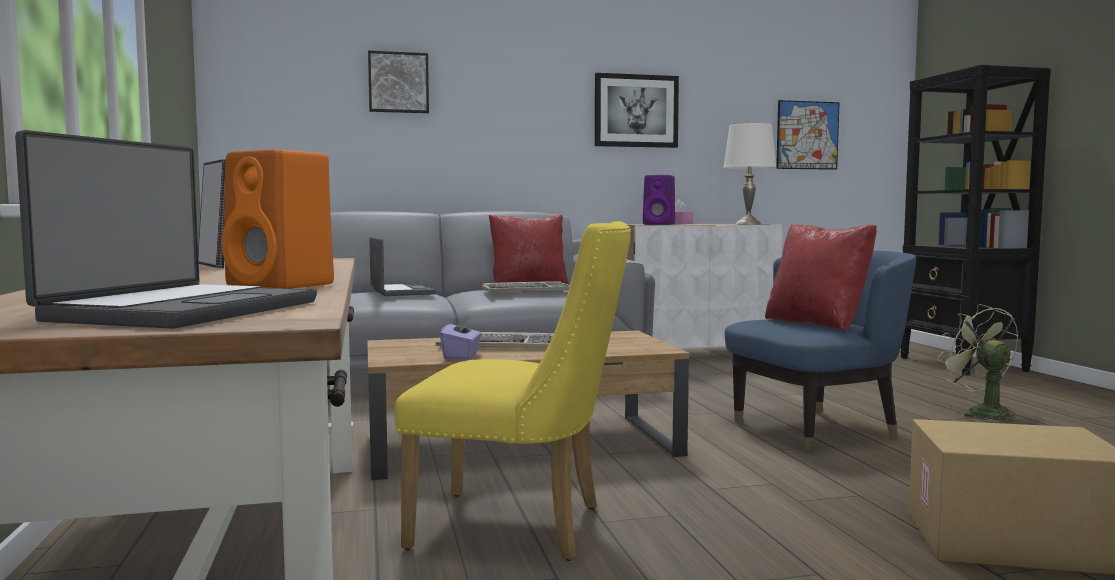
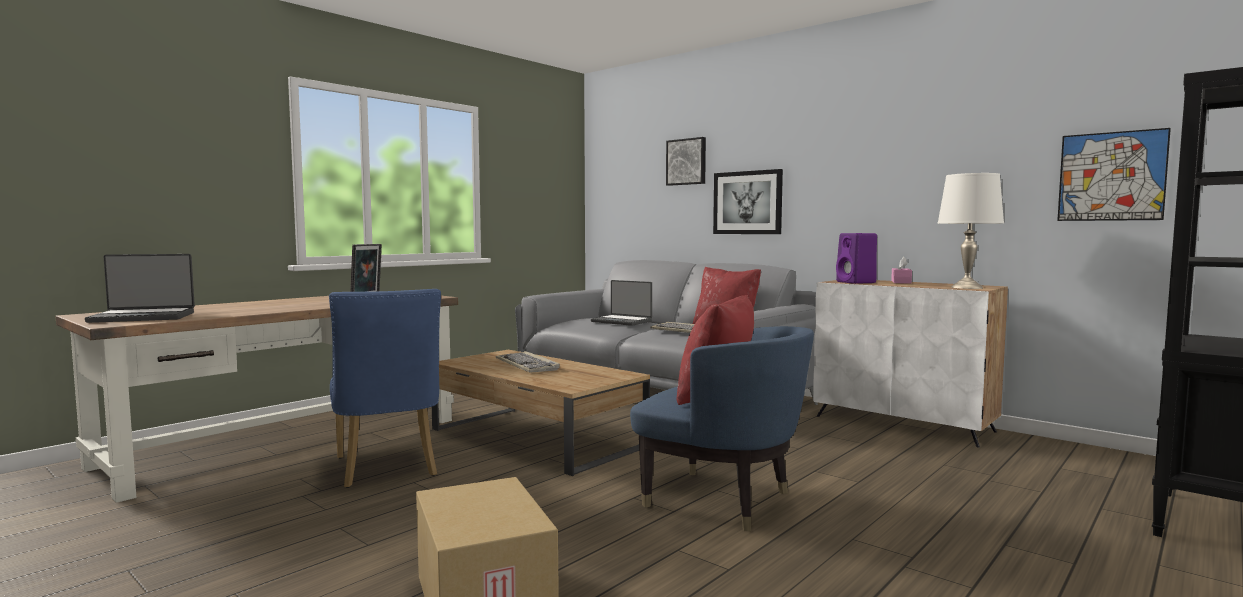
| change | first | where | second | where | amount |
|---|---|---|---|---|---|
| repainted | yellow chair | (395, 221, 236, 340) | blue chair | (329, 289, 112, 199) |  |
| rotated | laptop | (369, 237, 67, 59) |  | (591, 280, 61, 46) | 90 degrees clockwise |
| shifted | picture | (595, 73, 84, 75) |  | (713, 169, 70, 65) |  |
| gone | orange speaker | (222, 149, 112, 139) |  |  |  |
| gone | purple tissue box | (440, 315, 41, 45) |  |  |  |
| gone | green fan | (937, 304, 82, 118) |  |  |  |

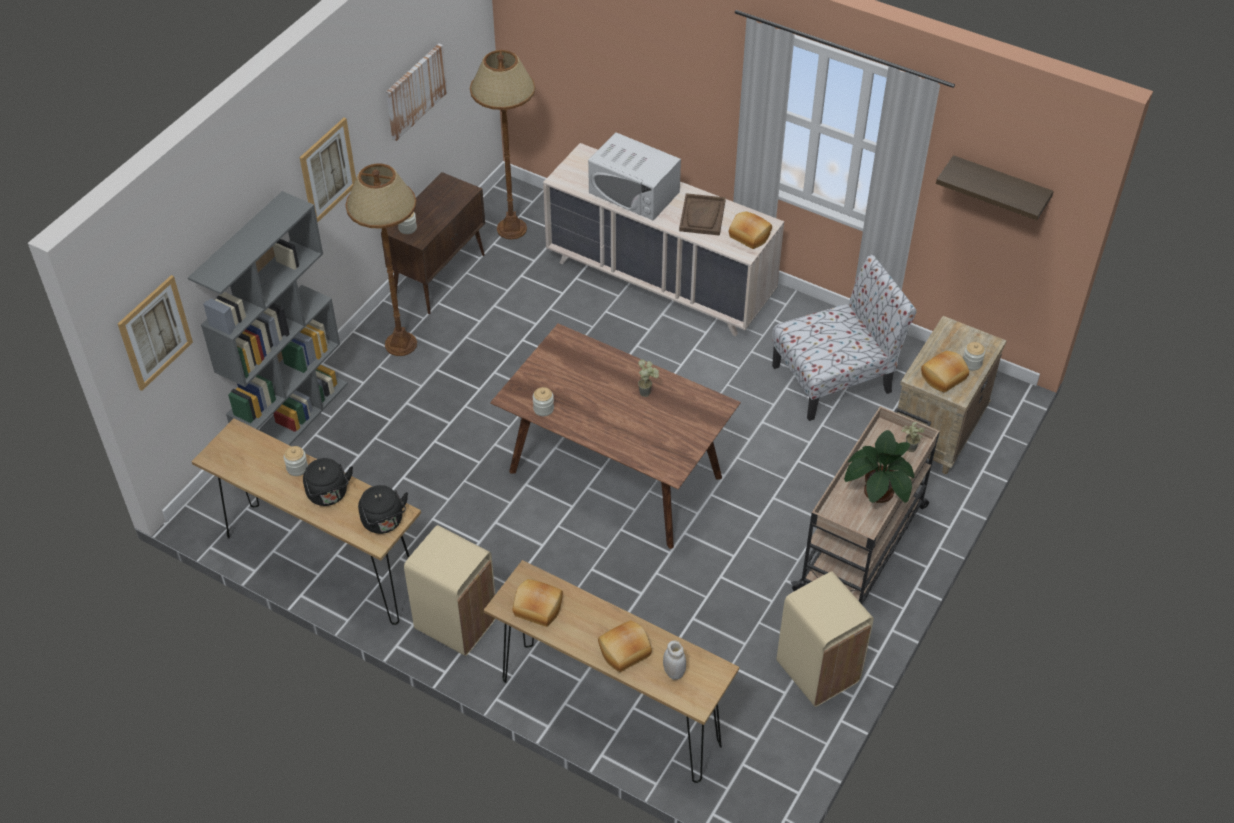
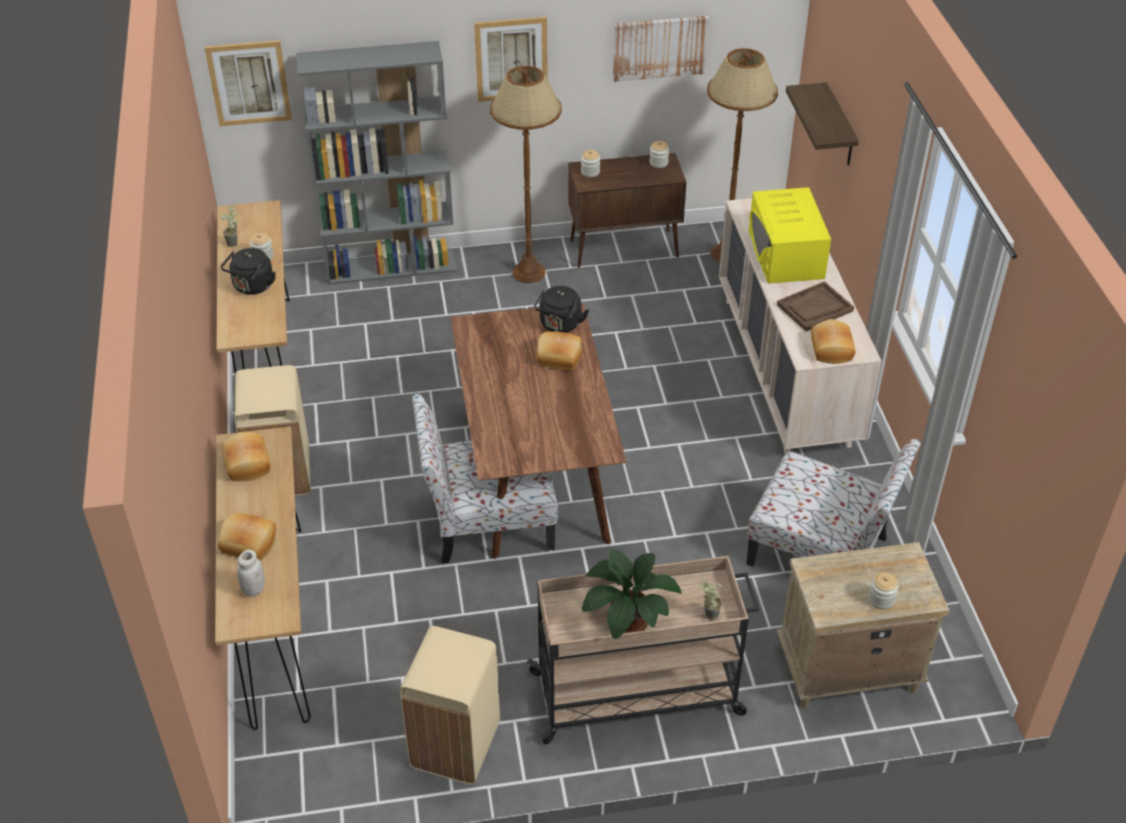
| change | first | where | second | where | amount |
|---|---|---|---|---|---|
| shifted | potted plant | (638, 360, 21, 37) |  | (221, 206, 17, 41) |  |
| new |  |  | chair | (412, 394, 146, 169) |  |
| shifted | black kettle | (358, 485, 50, 49) |  | (534, 286, 55, 47) |  |
| shifted | bread | (921, 351, 48, 42) |  | (537, 331, 45, 39) |  |
| shifted | jar | (533, 387, 21, 29) |  | (650, 141, 19, 27) |  |
| repainted | white microwave | (588, 133, 93, 88) | yellow microwave | (749, 187, 82, 97) |  |
| shifted | shelf | (936, 155, 118, 65) |  | (786, 82, 73, 83) |  |

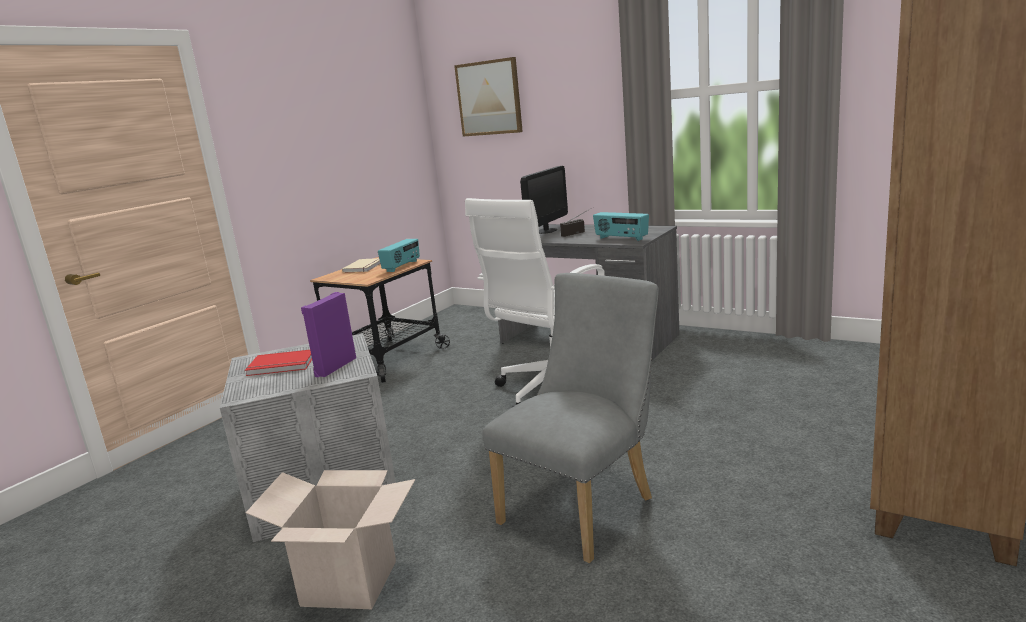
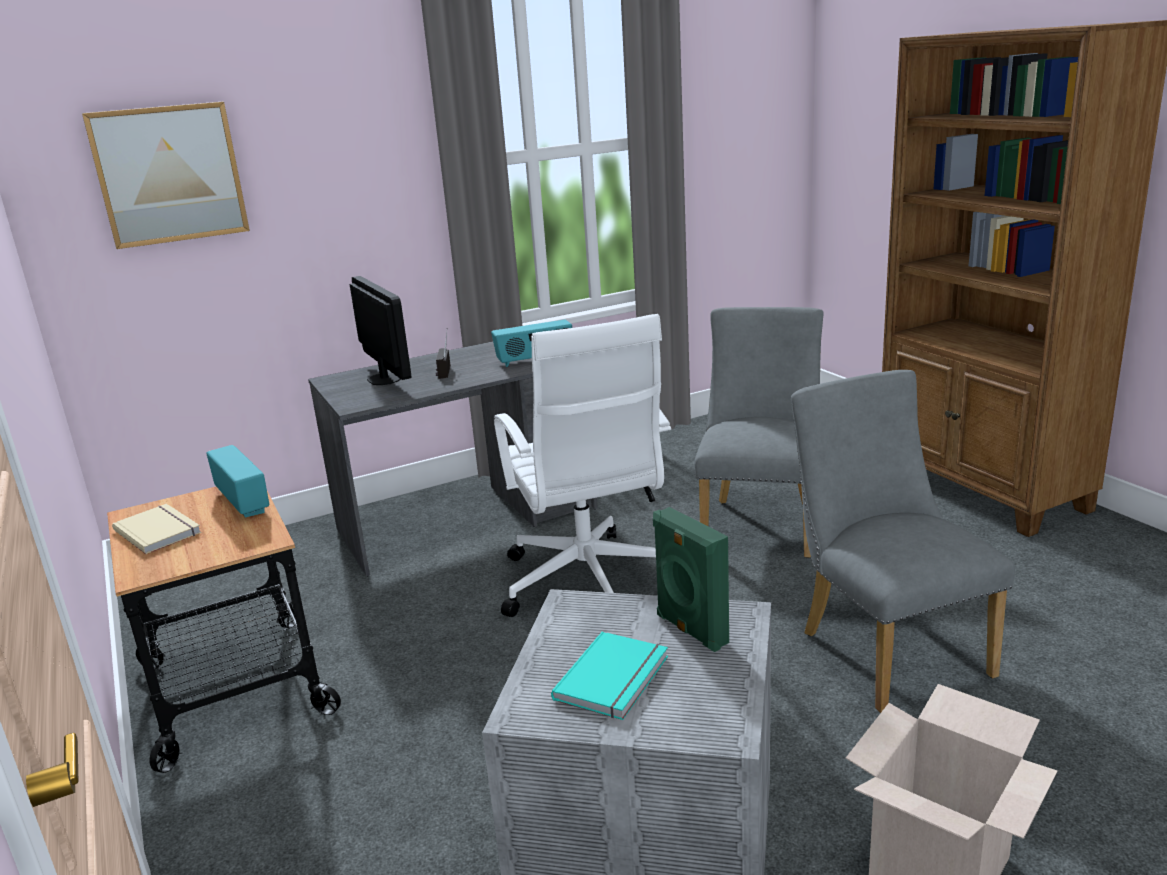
| change | first | where | second | where | amount |
|---|---|---|---|---|---|
| repainted | red book | (245, 350, 67, 26) | turquoise book | (551, 632, 117, 88) |  |
| repainted | purple speaker | (301, 292, 55, 85) | green speaker | (653, 507, 76, 145) |  |
| new |  |  | grey chair | (694, 307, 130, 251) |  |

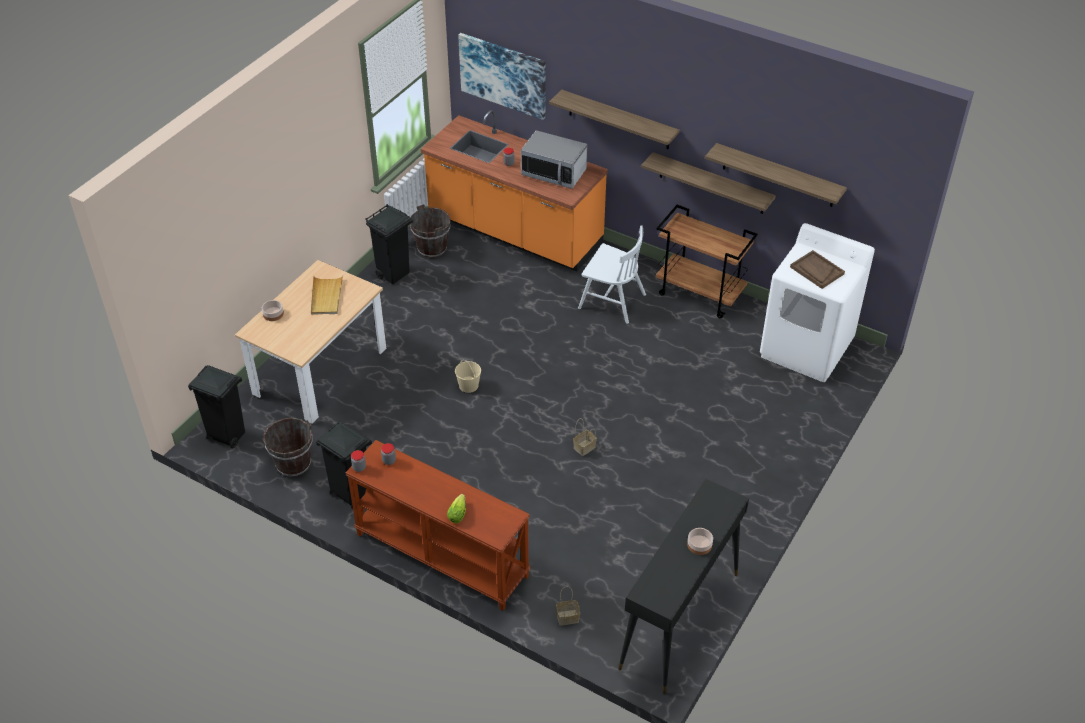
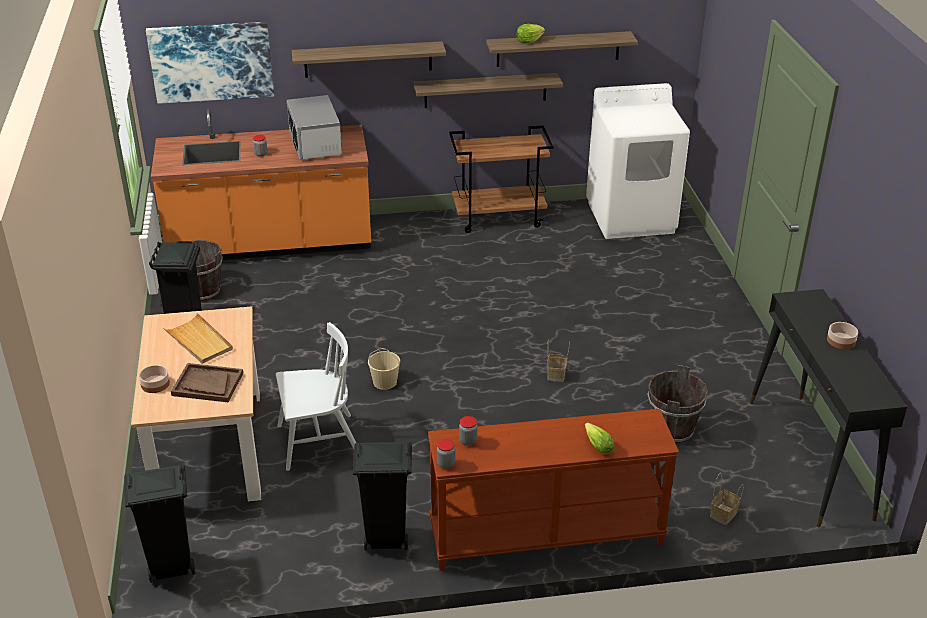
| change | first | where | second | where | amount |
|---|---|---|---|---|---|
| shifted | brown tray | (790, 250, 55, 39) |  | (171, 363, 72, 39) |  |
| shifted | white chair | (578, 225, 68, 99) |  | (276, 322, 80, 149) |  |
| rotated | microwave | (521, 130, 66, 59) |  | (287, 95, 55, 65) | 90 degrees clockwise |
| new |  |  | lettuce | (517, 24, 28, 20) |  |
| shifted | brown bucket | (262, 418, 50, 59) |  | (647, 365, 61, 78) |  |

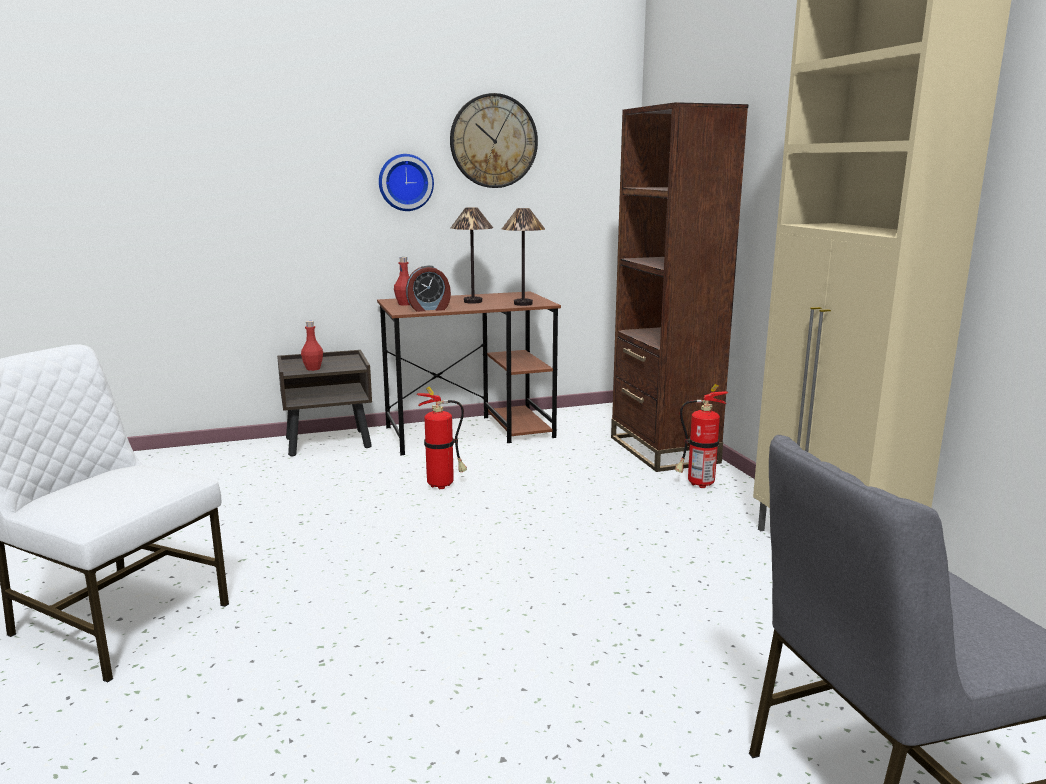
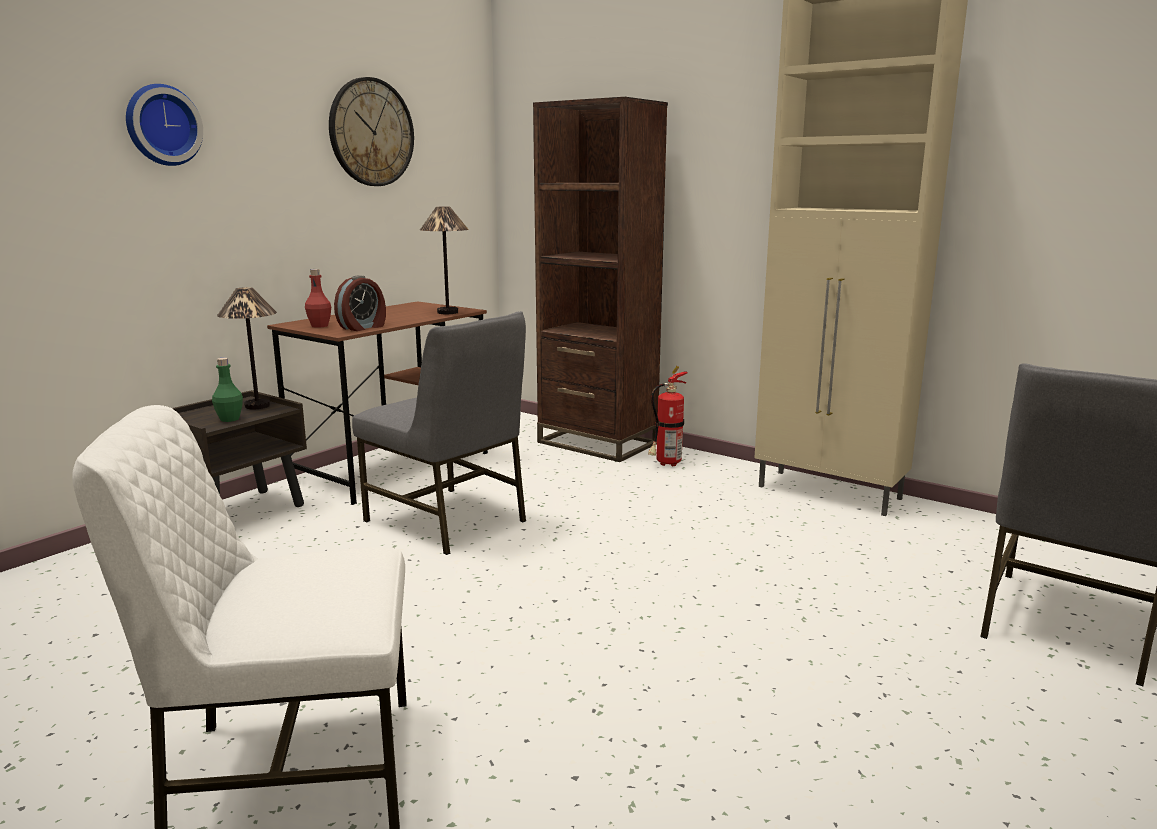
| change | first | where | second | where | amount |
|---|---|---|---|---|---|
| shifted | wall clock | (379, 154, 55, 57) |  | (126, 84, 77, 82) |  |
| repainted | red bottle | (301, 321, 22, 50) | green bottle | (212, 358, 31, 64) |  |
| shifted | table lamp | (451, 207, 42, 97) |  | (217, 287, 60, 122) |  |
| swapped | fire extinguisher | (417, 386, 50, 103) | grey chair | (352, 311, 174, 244) |  |

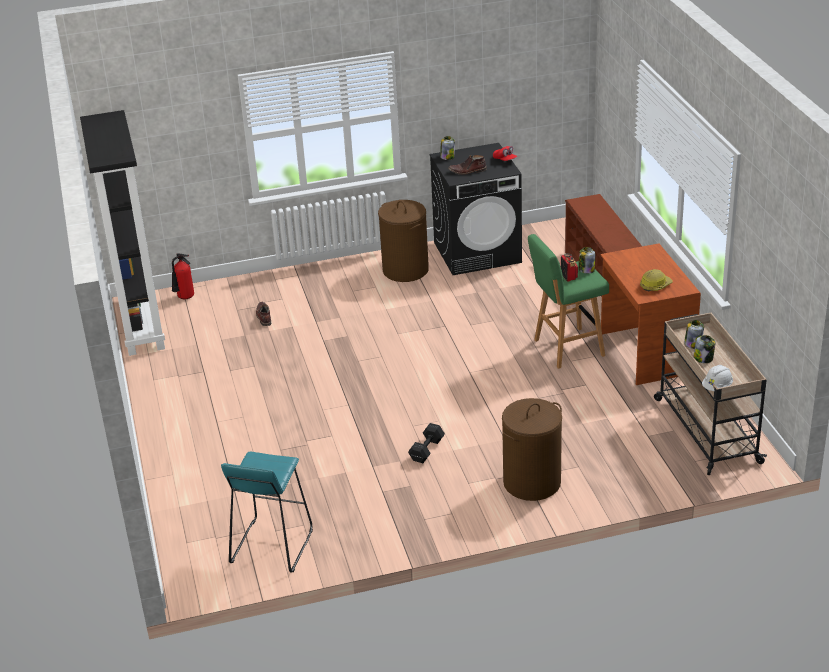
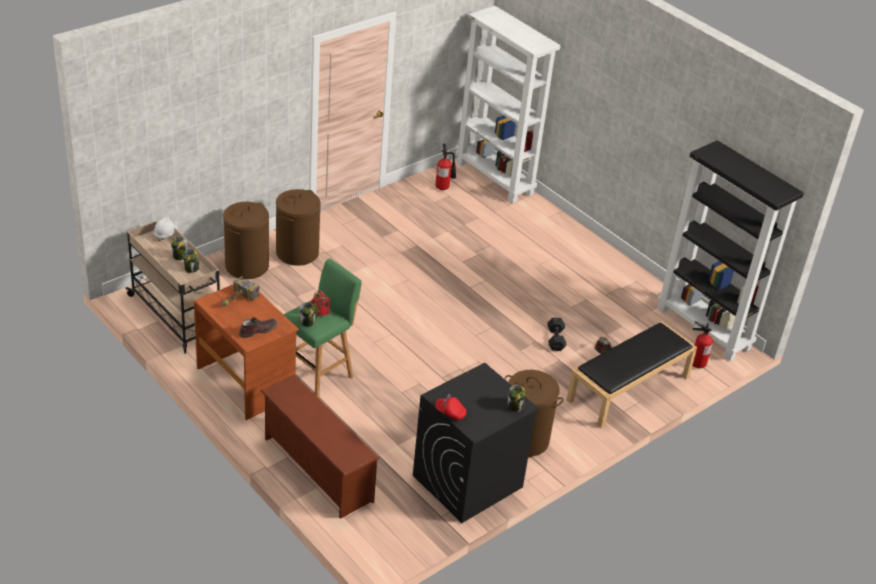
| change | first | where | second | where | amount |
|---|---|---|---|---|---|
| swapped | hard hat | (640, 269, 33, 22) | hammer | (221, 276, 39, 30) |  |
| new |  |  | brown laundry basket | (223, 202, 46, 77) |  |
| shifted | brown boot | (448, 155, 39, 20) |  | (239, 317, 39, 21) |  |
| swapped | turquoise stool | (221, 451, 92, 122) | fire extinguisher | (435, 144, 21, 46) |  |
| new |  |  | white bookcase | (456, 6, 104, 197) |  |
| shifted | black dumbbell | (408, 423, 37, 40) |  | (547, 317, 20, 34) |  |
| new |  |  | black bench | (567, 322, 130, 107) |  |

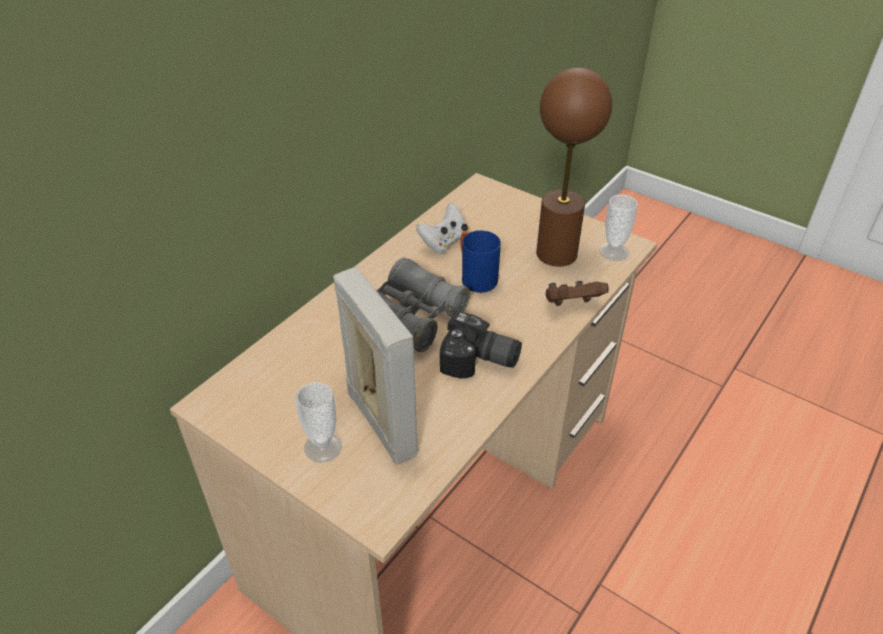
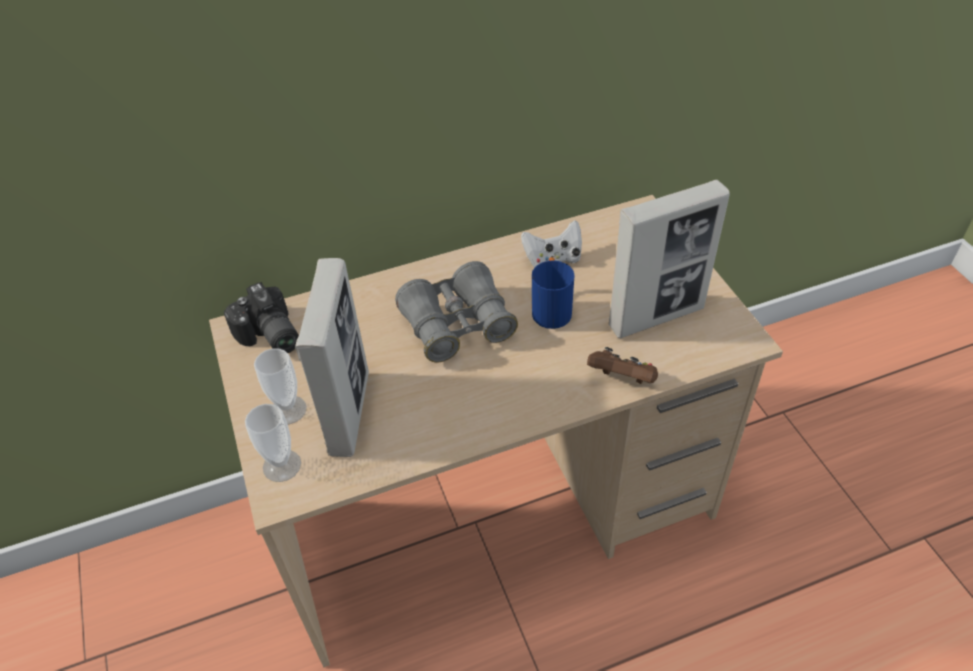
| change | first | where | second | where | amount |
|---|---|---|---|---|---|
| shifted | photo camera | (440, 313, 82, 66) |  | (224, 282, 75, 71) |  |
| shifted | cup | (599, 195, 39, 66) |  | (245, 404, 56, 78) |  |
| swapped | brown table lamp | (536, 68, 76, 199) | picture frame | (609, 180, 121, 158) |  |

